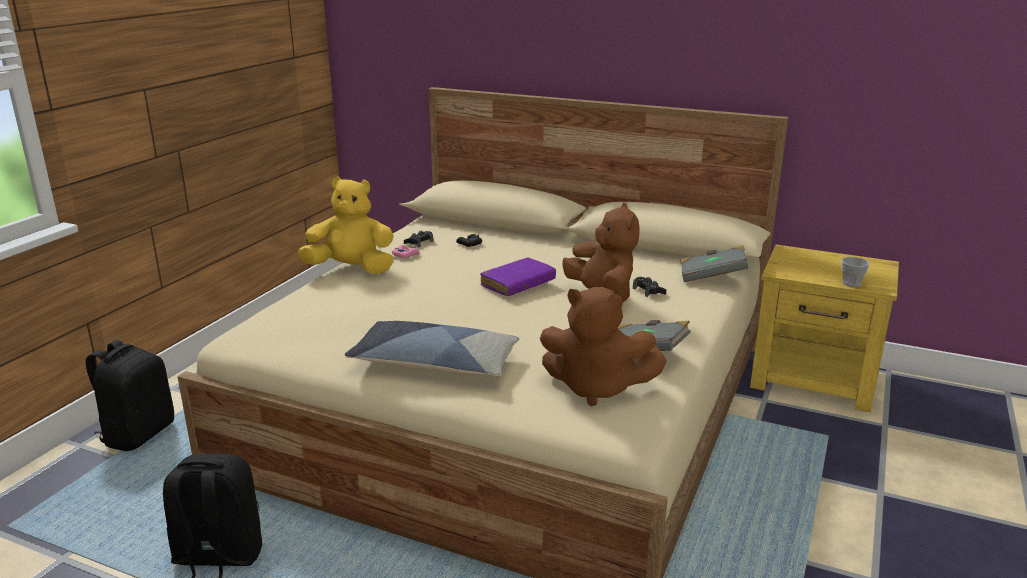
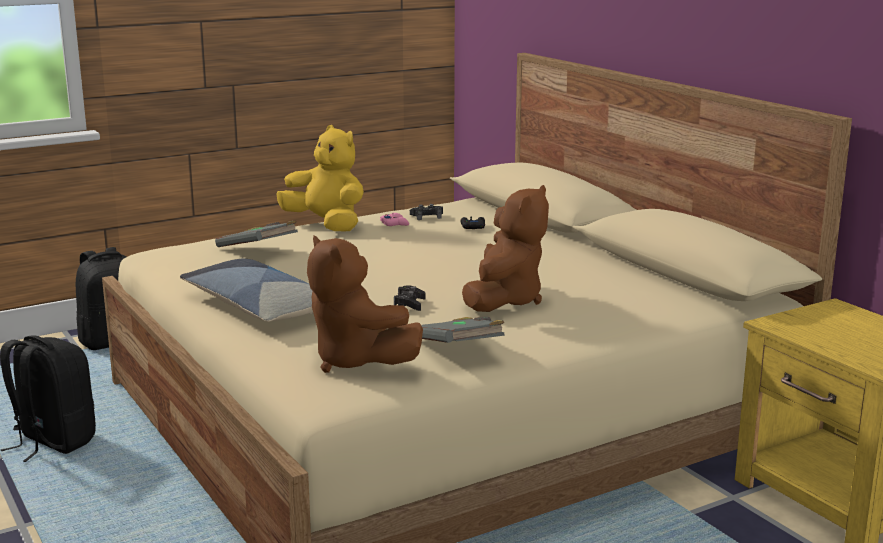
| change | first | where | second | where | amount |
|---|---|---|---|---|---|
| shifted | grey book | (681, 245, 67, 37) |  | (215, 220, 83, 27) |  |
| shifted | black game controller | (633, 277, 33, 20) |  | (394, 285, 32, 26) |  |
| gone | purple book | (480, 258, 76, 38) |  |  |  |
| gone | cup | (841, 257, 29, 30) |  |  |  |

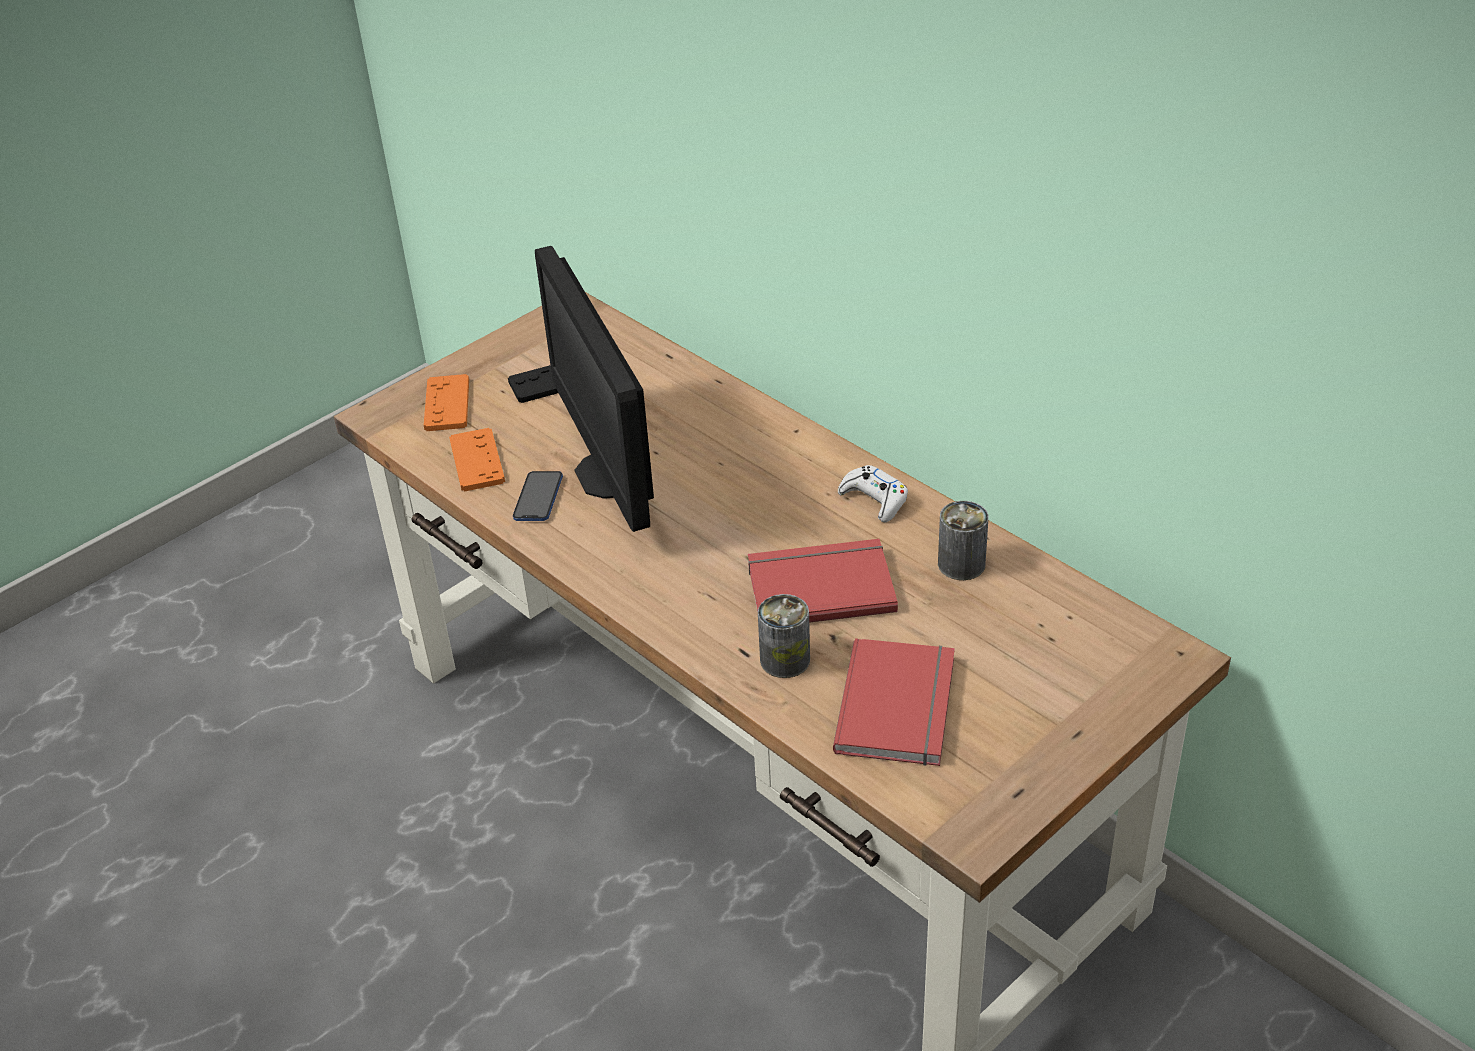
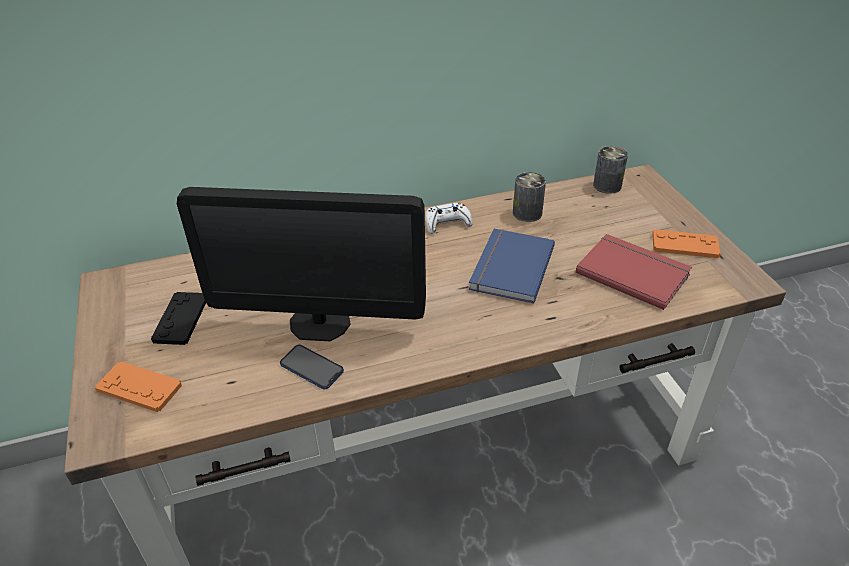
| change | first | where | second | where | amount |
|---|---|---|---|---|---|
| repainted | red book | (748, 539, 150, 84) | blue book | (469, 229, 86, 75) |  |
| shifted | can | (758, 594, 52, 84) |  | (593, 146, 35, 48) |  |
| shifted | orange game controller | (449, 428, 56, 64) |  | (652, 229, 69, 29) |  |

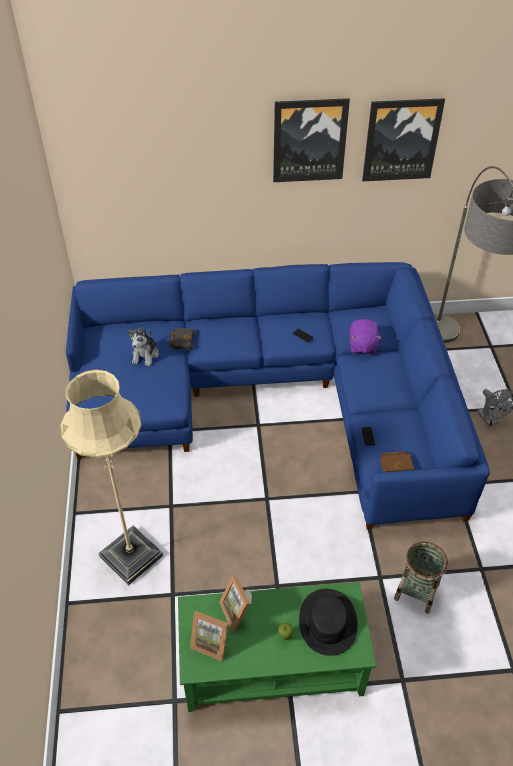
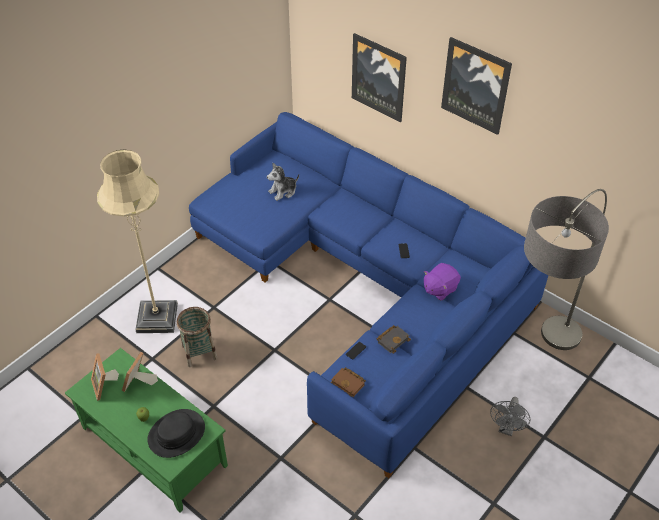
| change | first | where | second | where | amount |
|---|---|---|---|---|---|
| shifted | basket | (394, 542, 54, 72) |  | (177, 307, 40, 60) |  |
| shifted | picture | (362, 98, 83, 83) |  | (352, 33, 55, 89) |  |
| shifted | black book | (170, 328, 26, 22) |  | (377, 325, 34, 28) |  |

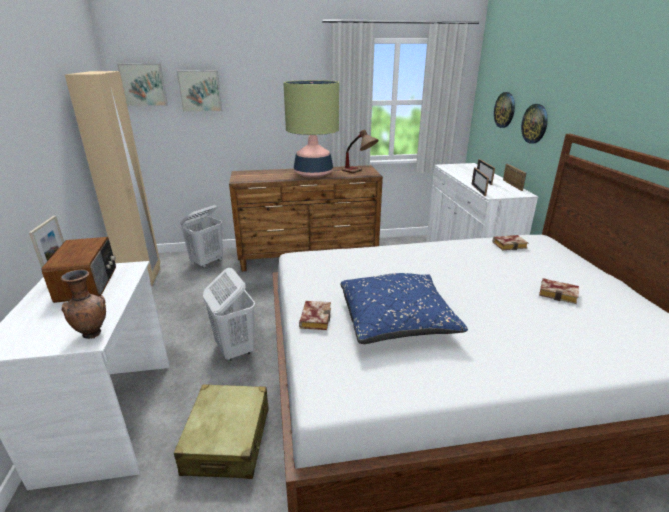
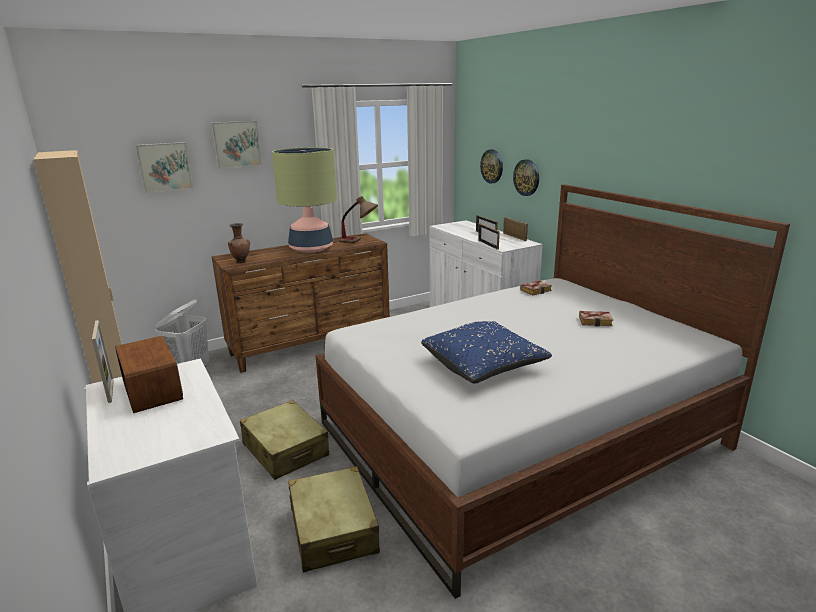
| change | first | where | second | where | amount |
|---|---|---|---|---|---|
| shifted | picture | (117, 64, 51, 43) |  | (211, 121, 51, 48) |  |
| shifted | brown vase | (61, 270, 45, 69) |  | (228, 223, 22, 40) |  |
| swapped | white laundry basket | (203, 268, 52, 93) | beige suitcase | (240, 400, 89, 80) |  |
| gone | book | (299, 301, 32, 29) |  |  |  |

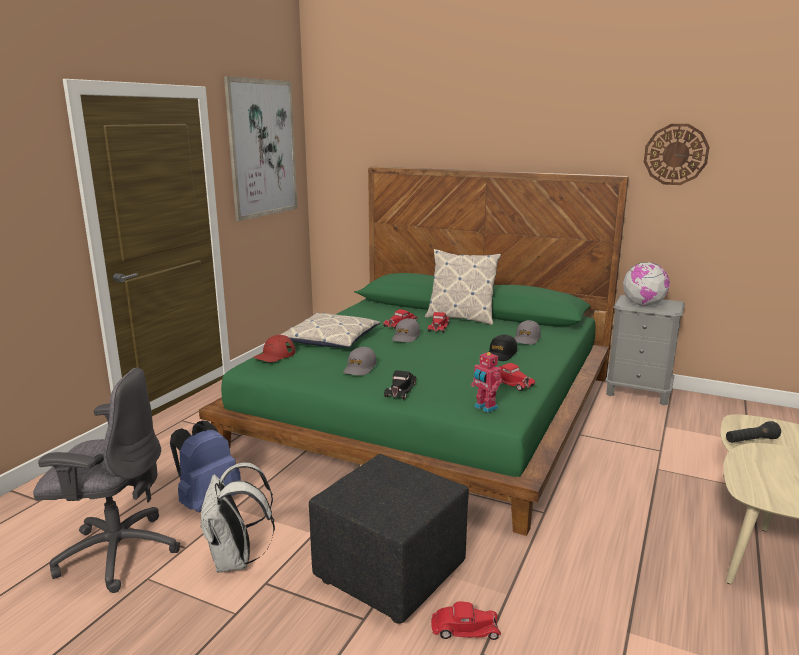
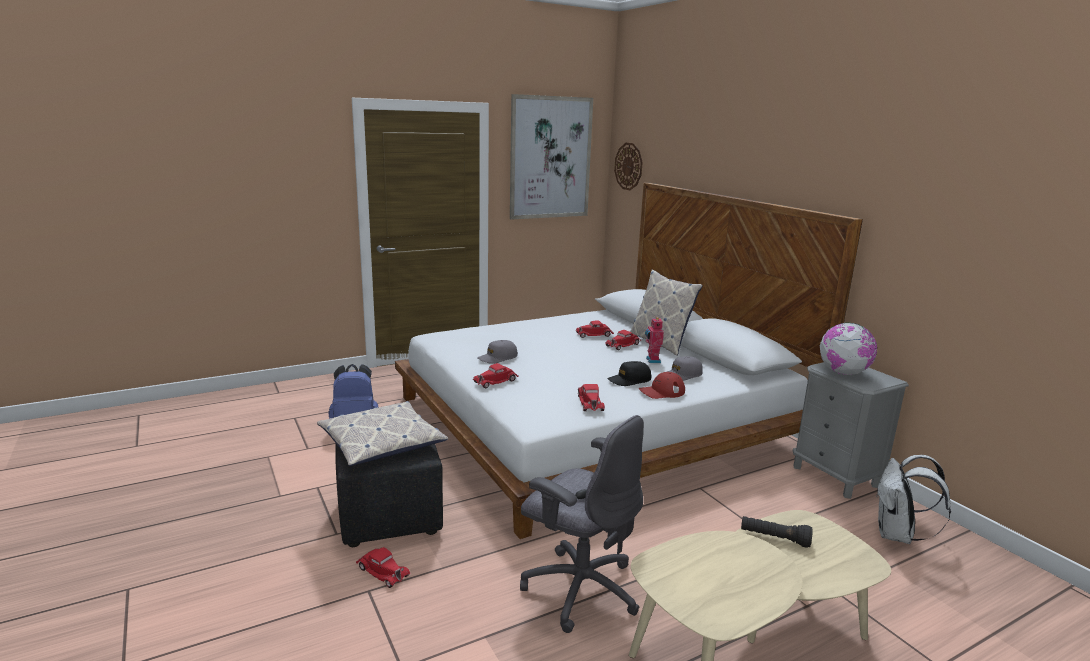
| change | first | where | second | where | amount |
|---|---|---|---|---|---|
| shifted | pillow | (280, 313, 101, 35) |  | (317, 401, 131, 65) |  |
| repainted | green bed | (199, 167, 430, 369) | white bed | (395, 183, 468, 356) |  |
| repainted | black toy car | (384, 370, 33, 29) | red toy car | (473, 363, 46, 25) |  |
| shifted | grey office chair | (33, 367, 147, 226) |  | (520, 415, 124, 218) |  |
| shifted | wall clock | (644, 124, 66, 61) |  | (614, 143, 29, 47) |  |
| shifted | red cap | (253, 335, 43, 27) |  | (639, 372, 46, 27) |  |
| shifted | toy robot | (471, 351, 31, 62) |  | (645, 317, 19, 46) |  |
| shifted | white backpack | (200, 462, 75, 111) |  | (876, 455, 75, 89) |  |
| gone | grey cap | (392, 318, 28, 25) |  |  |  |

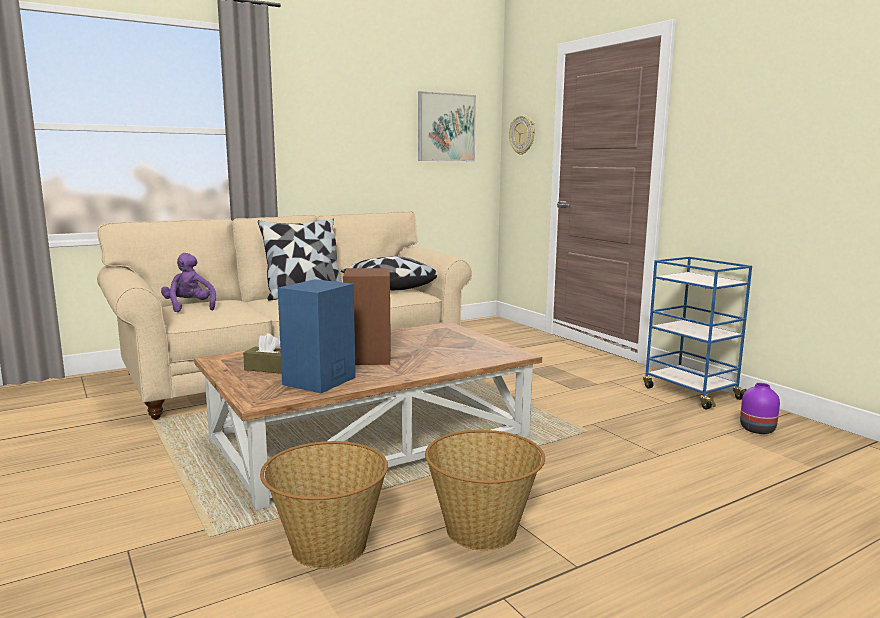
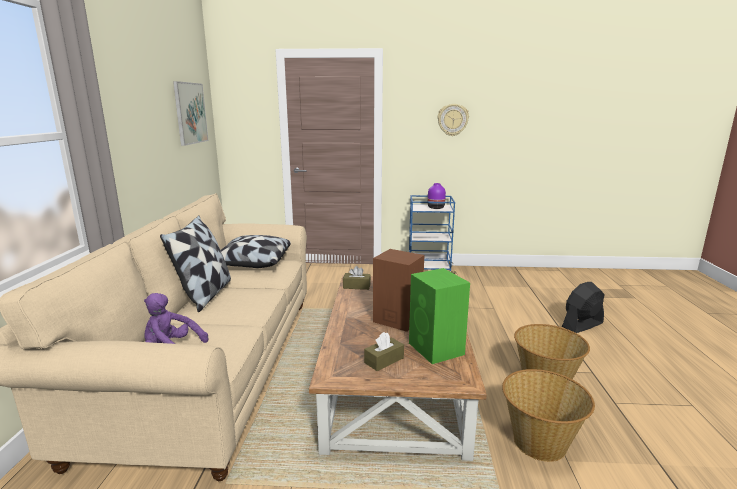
| change | first | where | second | where | amount |
|---|---|---|---|---|---|
| new |  |  | brown tissue box | (343, 266, 28, 24) |  |
| repainted | blue speaker | (278, 279, 78, 114) | green speaker | (409, 268, 61, 96) |  |
| shifted | purple vase | (740, 383, 40, 51) |  | (428, 183, 18, 26) |  |
| shifted | wall clock | (509, 115, 26, 40) |  | (438, 104, 31, 32) |  |
| new |  |  | black fan | (562, 282, 42, 51) |  |

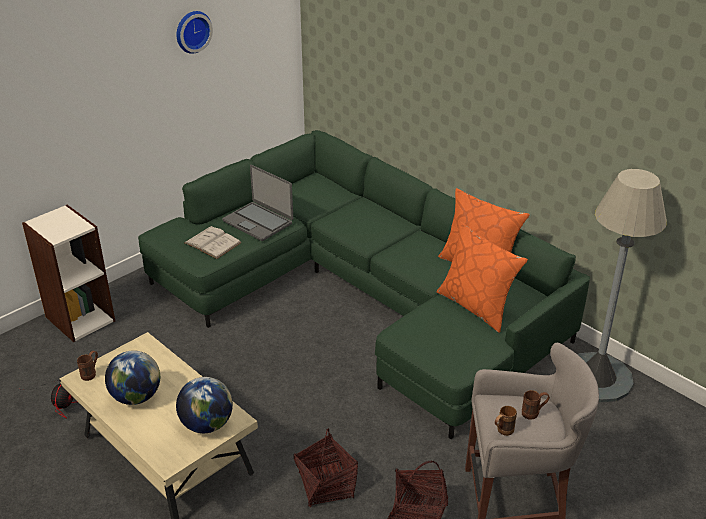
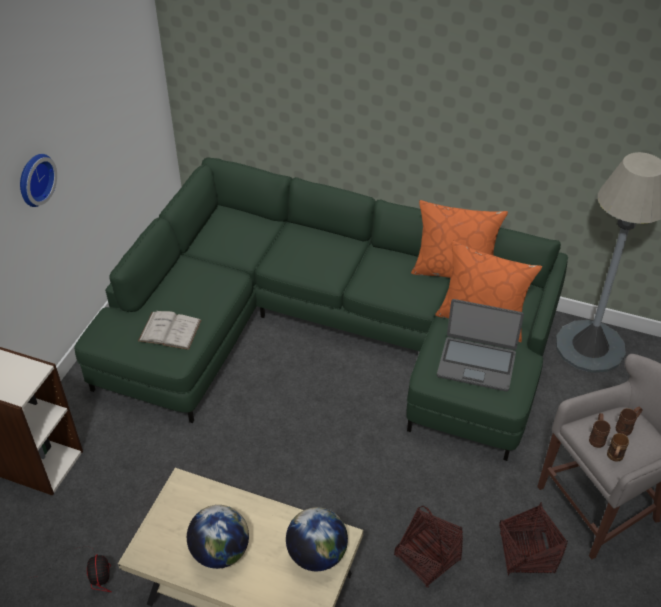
| change | first | where | second | where | amount |
|---|---|---|---|---|---|
| shifted | wall clock | (177, 11, 36, 43) |  | (20, 154, 37, 53) |  |
| shifted | laptop | (222, 165, 71, 76) |  | (437, 299, 87, 93) |  |
| shifted | brown mug | (77, 351, 21, 30) |  | (589, 413, 21, 35) |  |

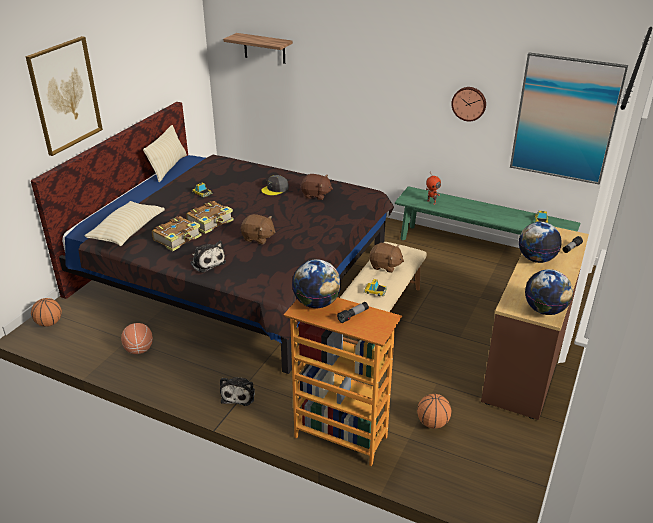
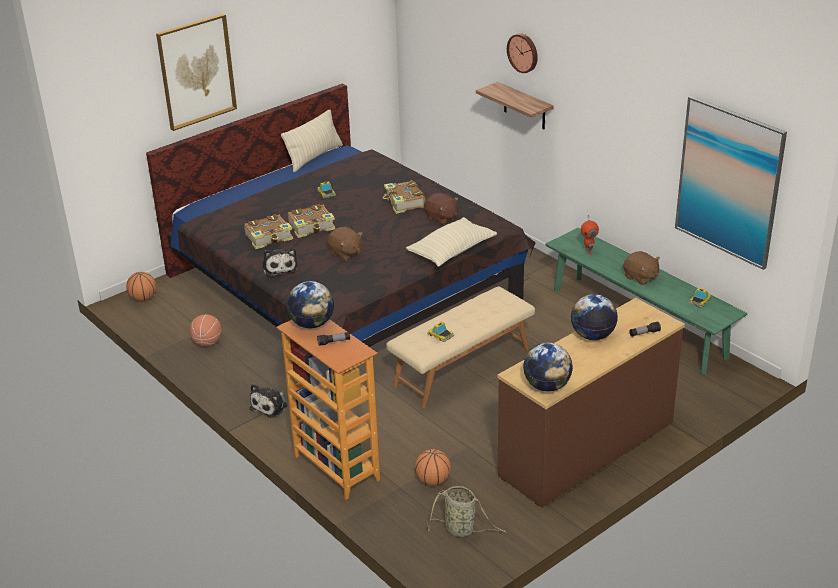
| change | first | where | second | where | amount |
|---|---|---|---|---|---|
| swapped | grey cap | (261, 175, 28, 20) | book | (383, 180, 42, 34) |  |
| shifted | beige pillow | (85, 201, 80, 45) |  | (406, 217, 91, 50) |  |
| new |  |  | basket | (427, 486, 79, 51) |  |
| shifted | shelf | (223, 33, 70, 31) |  | (476, 82, 77, 47) |  |
| shifted | wall clock | (451, 87, 35, 34) |  | (507, 33, 31, 40) |  |
| shifted | brown plush toy | (369, 243, 35, 30) |  | (623, 251, 37, 34) |  |

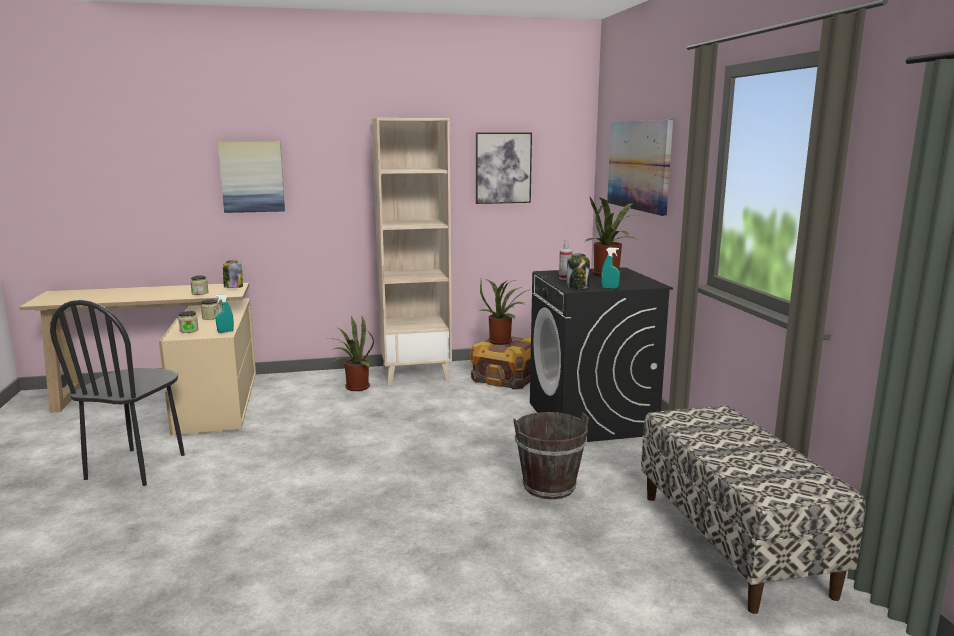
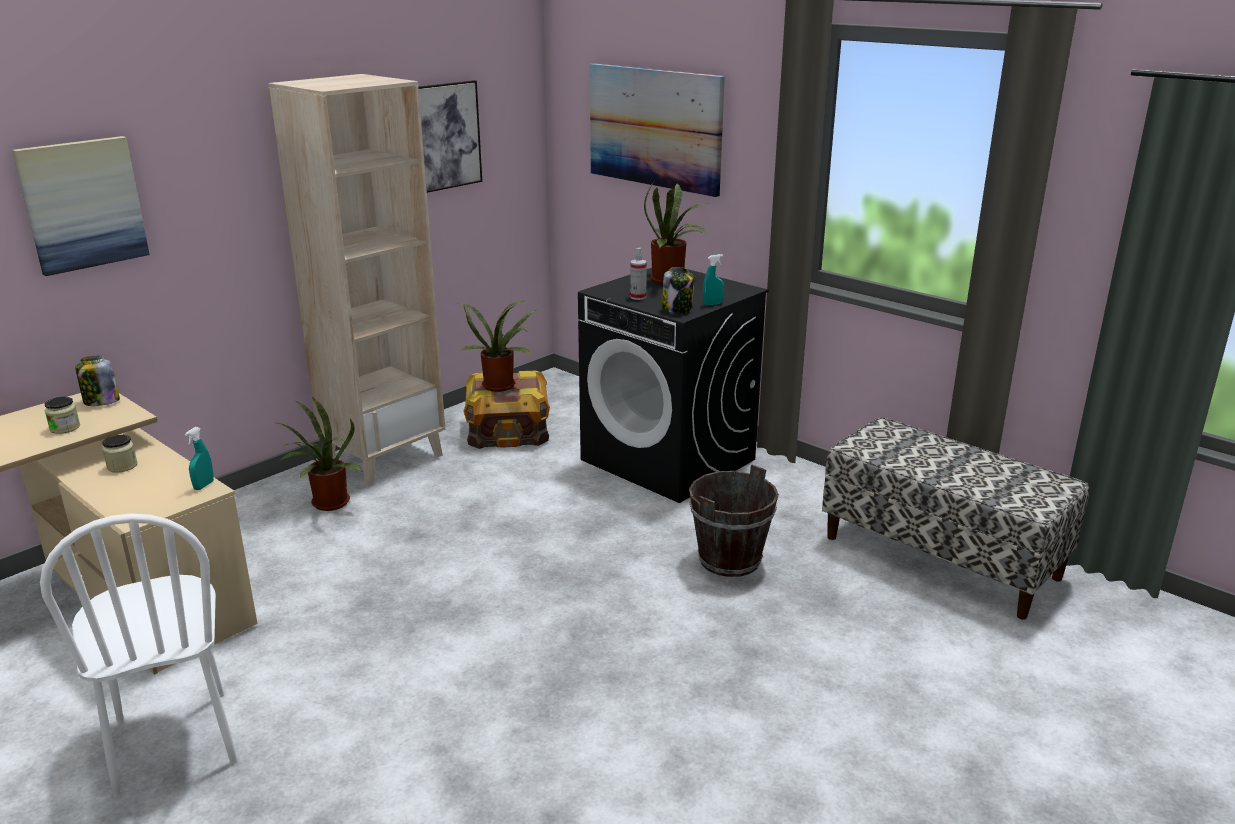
| change | first | where | second | where | amount |
|---|---|---|---|---|---|
| repainted | black chair | (50, 300, 135, 186) | white chair | (40, 513, 198, 284) |  |
| gone | jar | (178, 311, 20, 22) |  |  |  |

